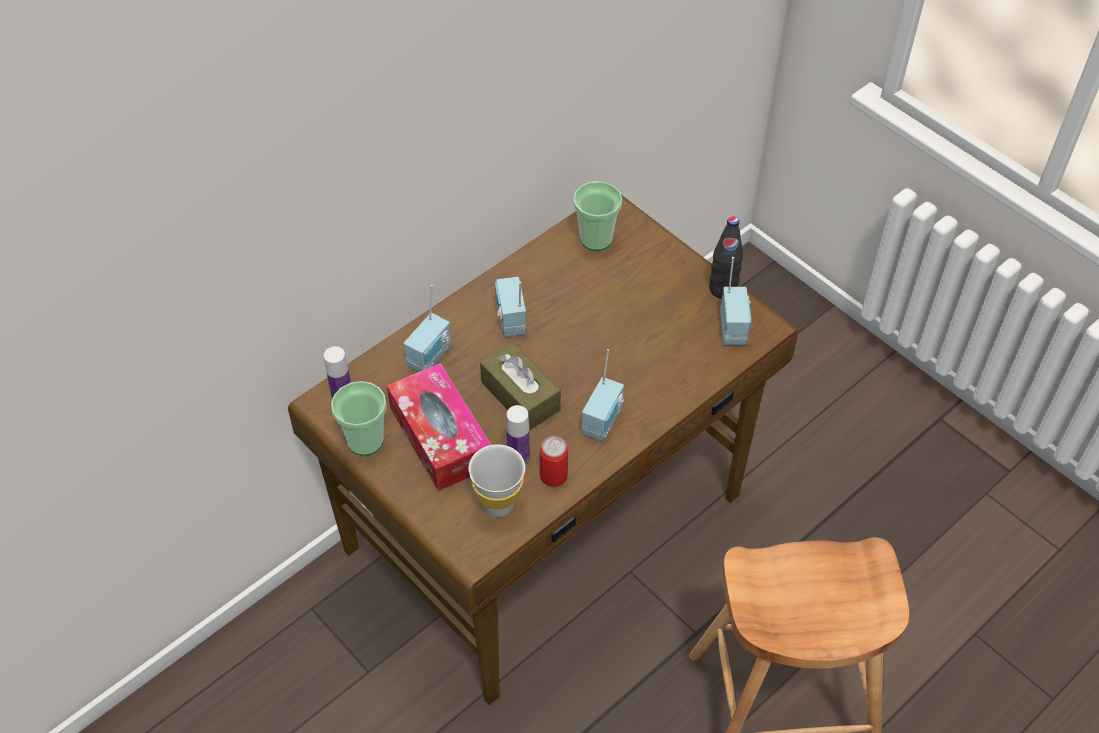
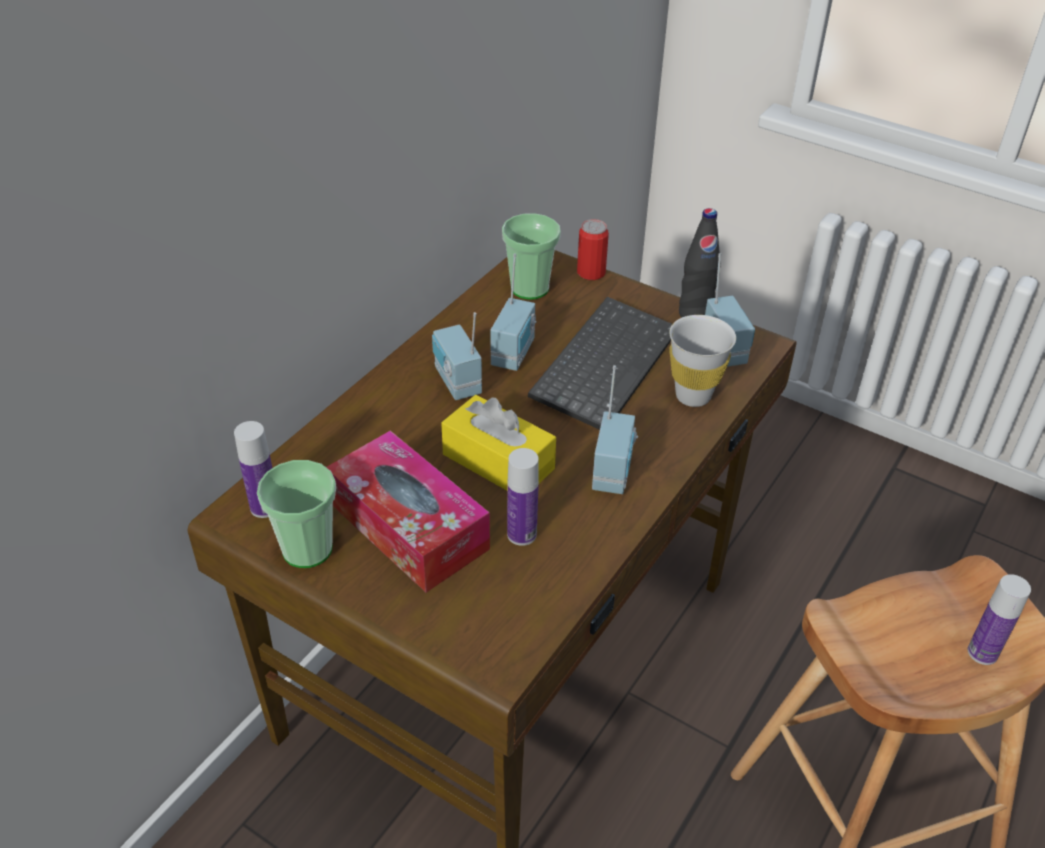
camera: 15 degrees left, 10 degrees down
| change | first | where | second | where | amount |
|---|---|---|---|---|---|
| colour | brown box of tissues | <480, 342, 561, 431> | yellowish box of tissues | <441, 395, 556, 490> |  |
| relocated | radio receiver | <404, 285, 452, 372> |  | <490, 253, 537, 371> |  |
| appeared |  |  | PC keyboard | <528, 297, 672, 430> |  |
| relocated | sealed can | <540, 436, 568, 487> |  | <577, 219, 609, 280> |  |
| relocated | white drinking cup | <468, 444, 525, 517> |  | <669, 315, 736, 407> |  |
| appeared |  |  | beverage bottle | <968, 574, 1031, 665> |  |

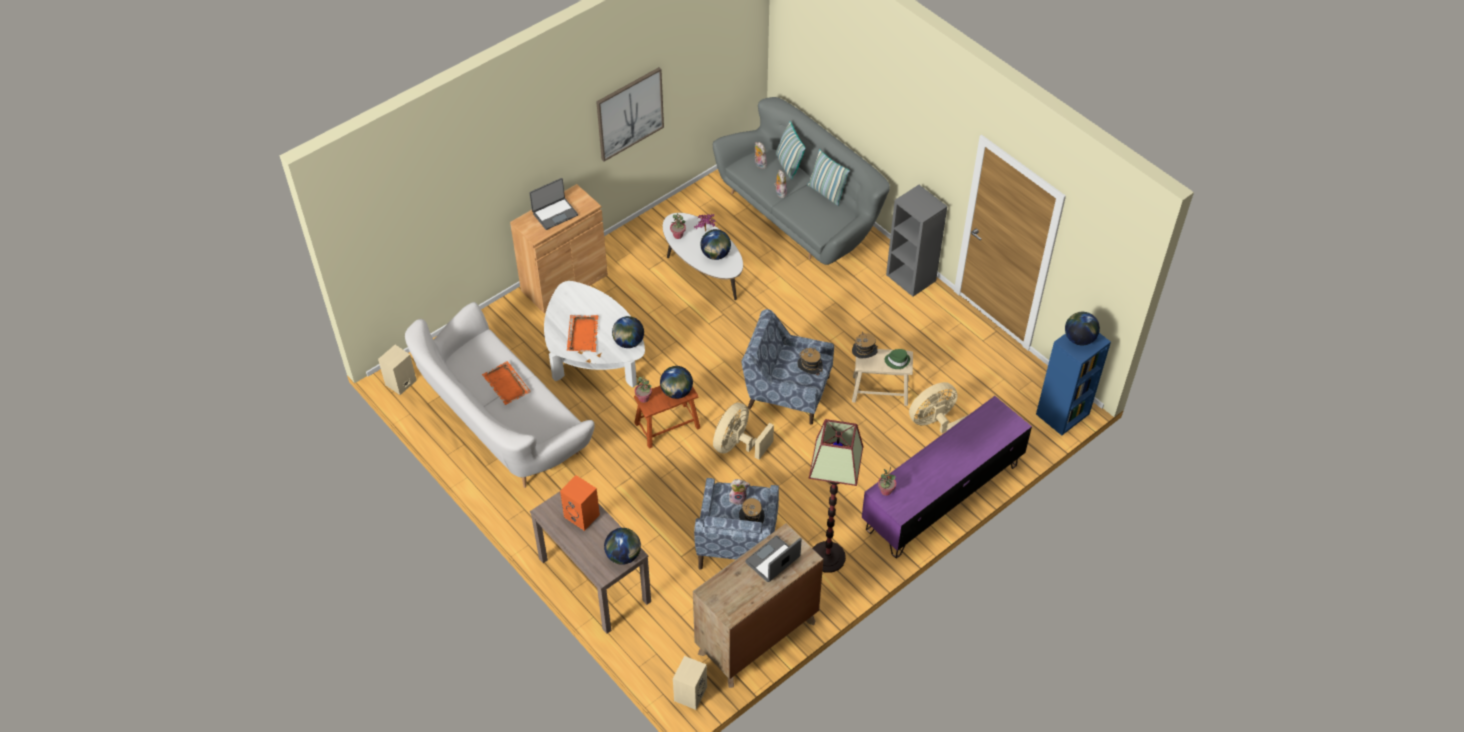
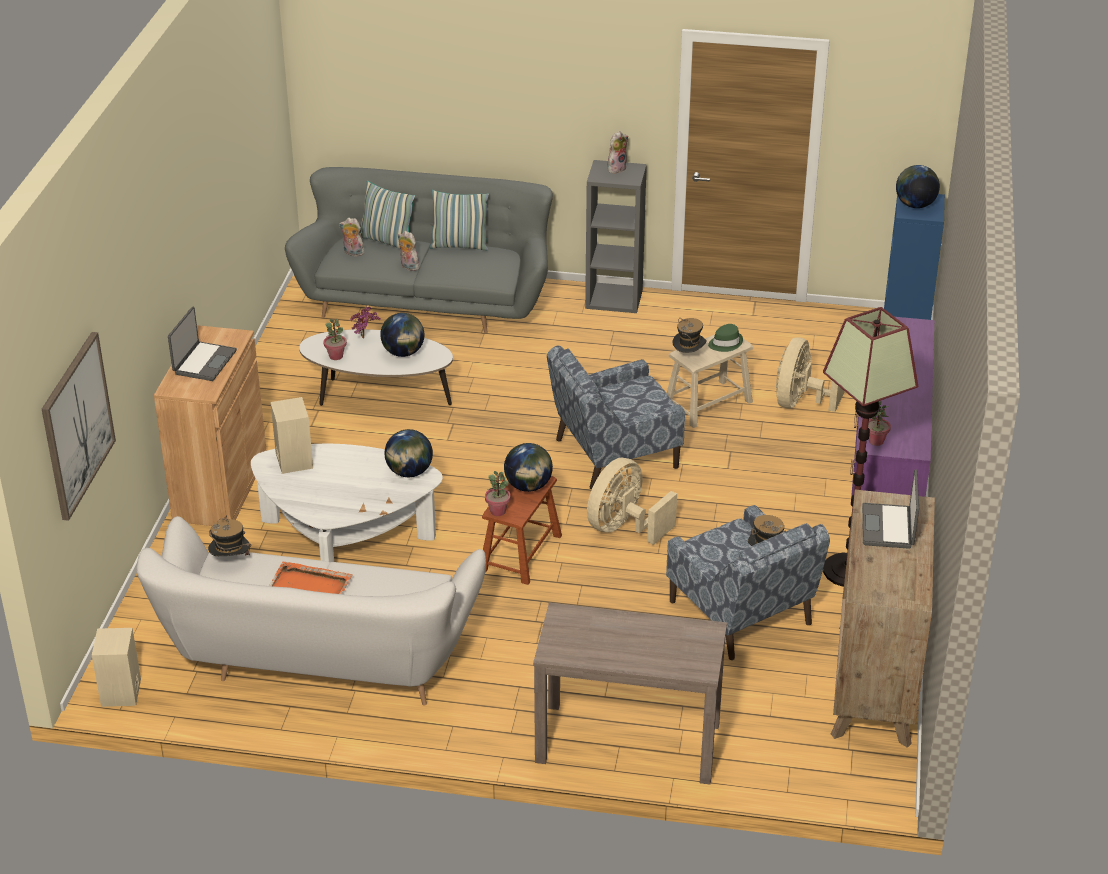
camera: 40 degrees left, 15 degrees down
| change | first | where | second | where | amount |
|---|---|---|---|---|---|
| relocated | wall art | <596, 67, 664, 161> |  | <42, 332, 116, 521> |  |
| relocated | wearable hat | <797, 347, 823, 376> |  | <208, 515, 251, 556> |  |
| relocated | sand-coloured loudspeaker | <673, 656, 707, 710> |  | <270, 397, 313, 474> |  |
| spun | sand-coloured cooling fan | <713, 403, 774, 460> |  | <587, 457, 677, 545> | 45 degrees clockwise |
| relocated | soft toy | <729, 479, 750, 505> |  | <607, 131, 628, 173> |  |
| missing | orange loudspeaker | <560, 475, 600, 531> |  |  |  |
| missing | orange tray | <567, 315, 599, 352> |  |  |  |
| missing | world globe | <604, 528, 641, 565> |  |  |  |

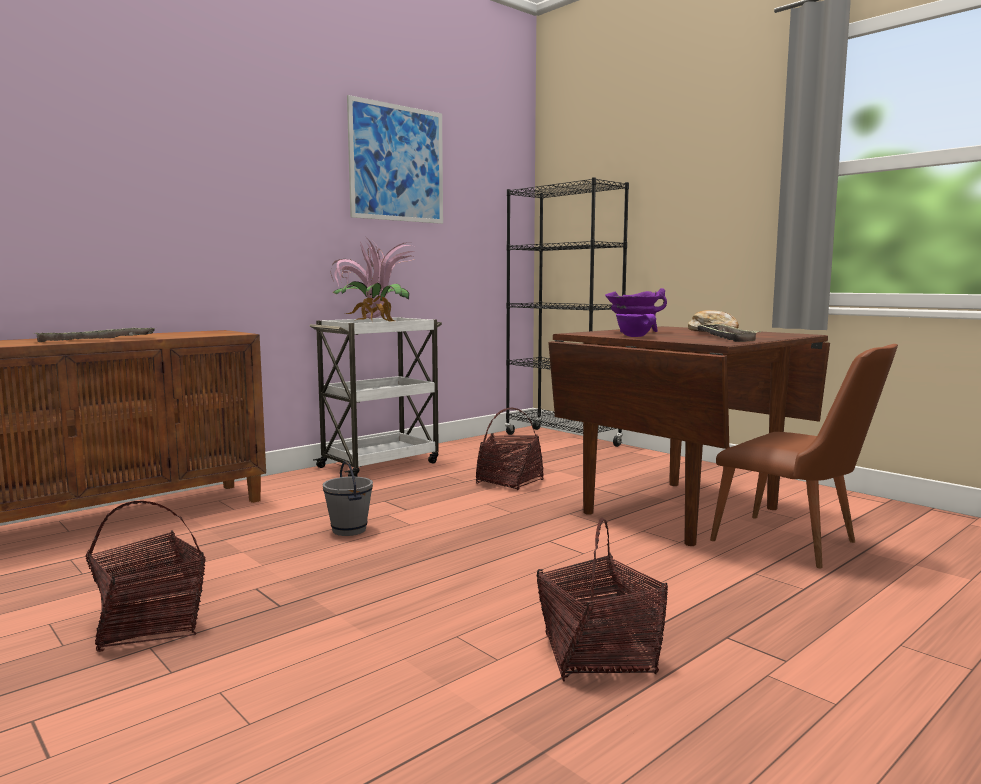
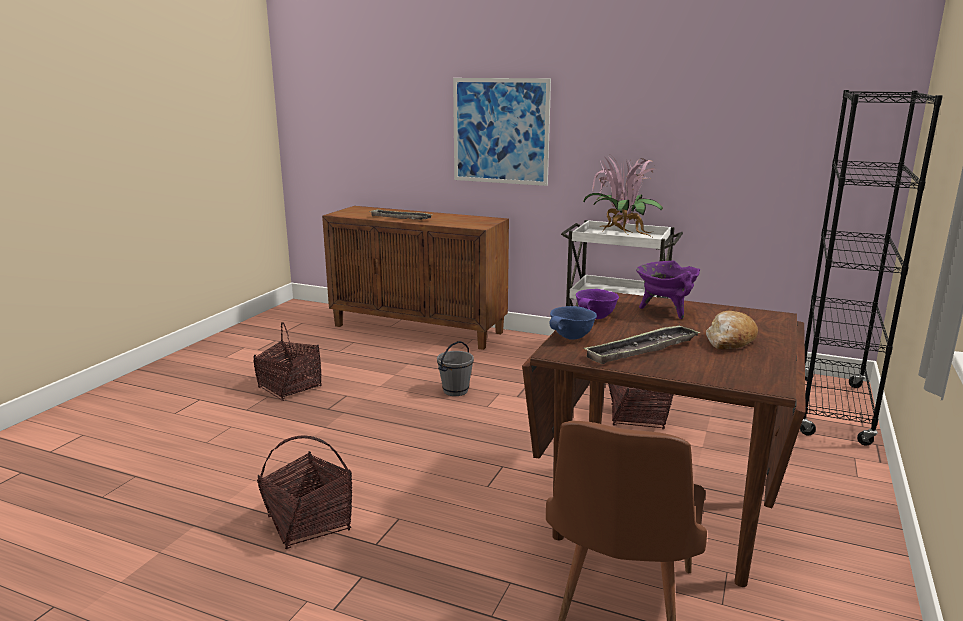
camera: 65 degrees right, 10 degrees up
| change | first | where | second | where | amount |
|---|---|---|---|---|---|
| relocated | wall art | <347, 95, 443, 224> |  | <453, 78, 551, 186> |  |
| appeared |  |  | blue deep dish | <549, 306, 597, 340> |  |

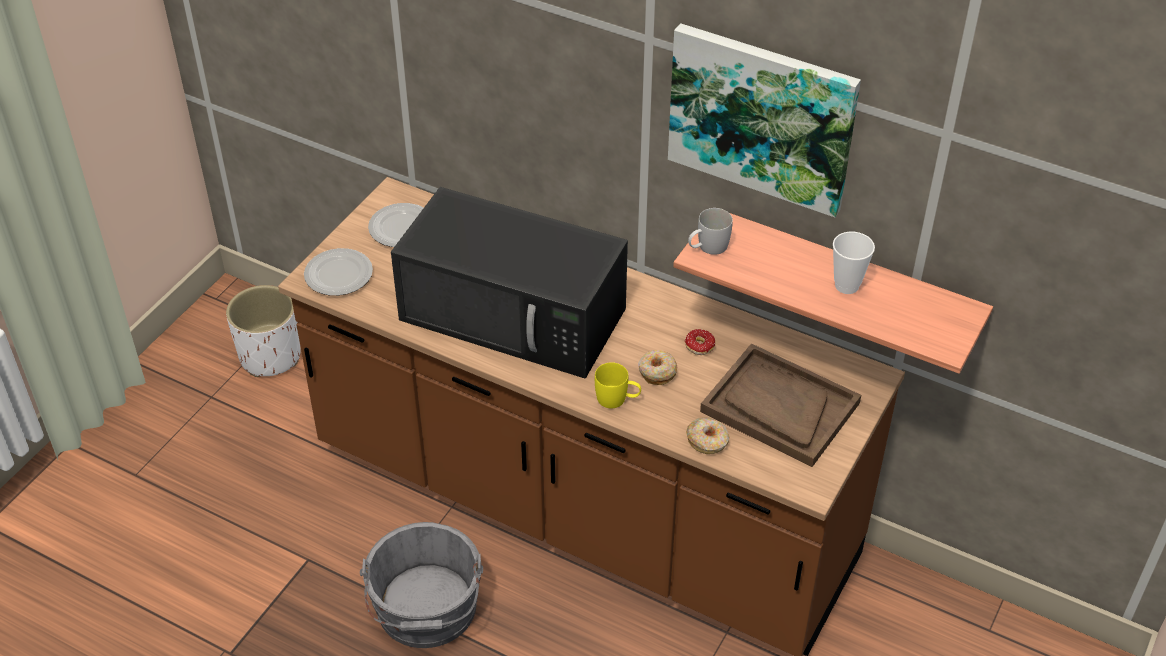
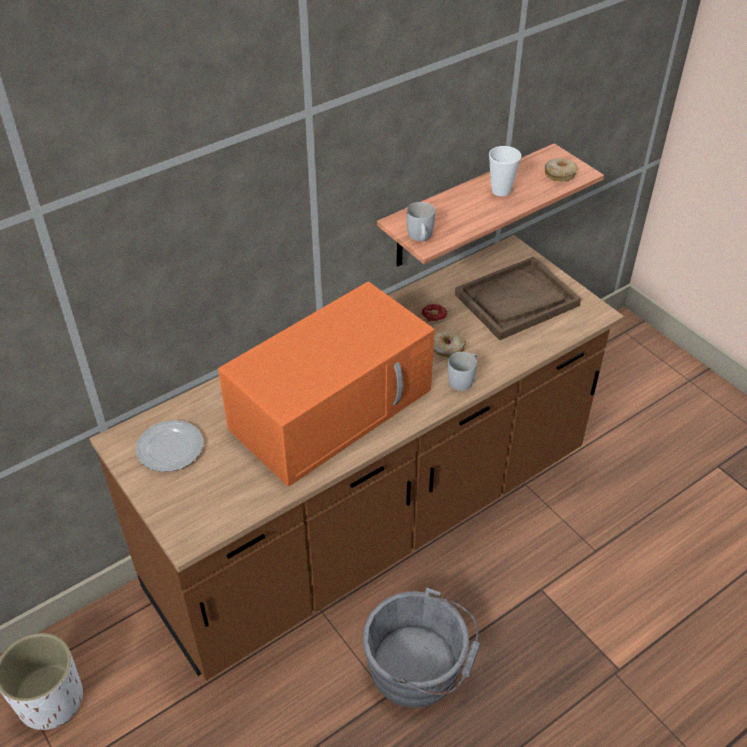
camera: 65 degrees left, 0 degrees up
| change | first | where | second | where | amount |
|---|---|---|---|---|---|
| colour | black microwave oven | <391, 187, 628, 378> | orange microwave oven | <218, 281, 435, 487> |  |
| colour | yellowish mug | <595, 362, 641, 408> | white mug | <448, 352, 477, 391> |  |
| relocated | ring doughnut | <686, 418, 729, 454> |  | <545, 158, 577, 181> |  |
| missing | flat dish | <304, 248, 373, 296> |  |  |  |
| missing | wall art | <668, 23, 861, 217> |  |  |  |

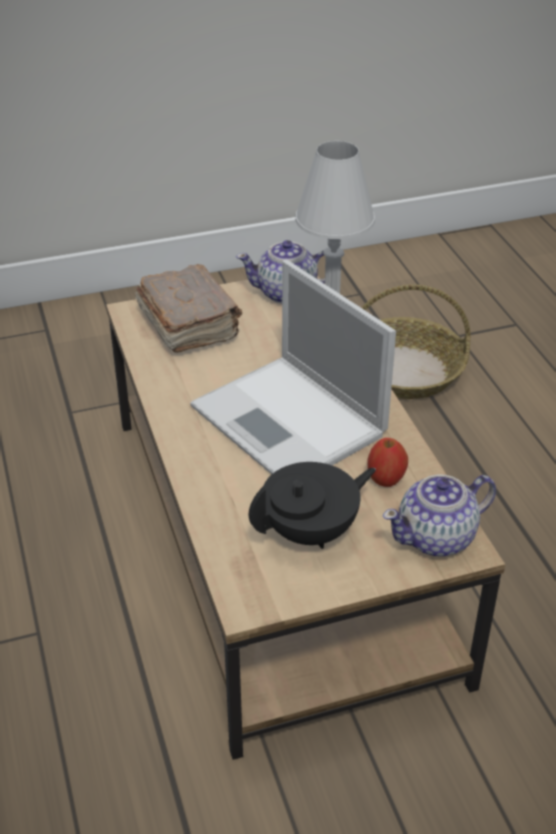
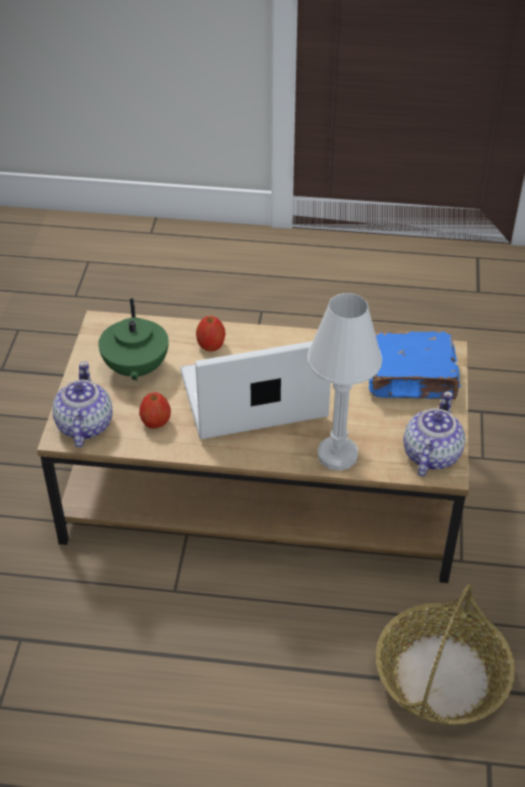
camera: 115 degrees right, 5 degrees up
| change | first | where | second | where | amount |
|---|---|---|---|---|---|
| colour | black pot for tea | <249, 462, 376, 549> | green-coloured pot for tea | <98, 298, 169, 381> |  |
| appeared |  |  | whole apple | <196, 316, 225, 352> |  |
| colour | brown bound book | <135, 264, 242, 353> | blue bound book | <369, 331, 461, 400> |  |

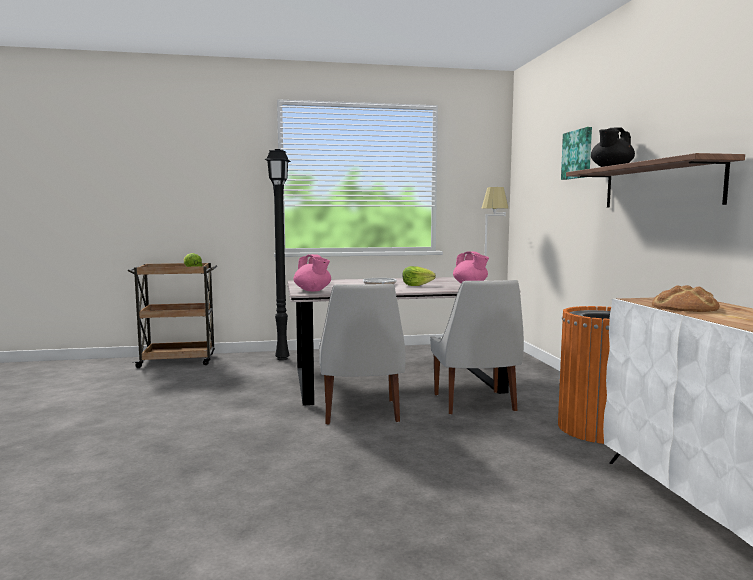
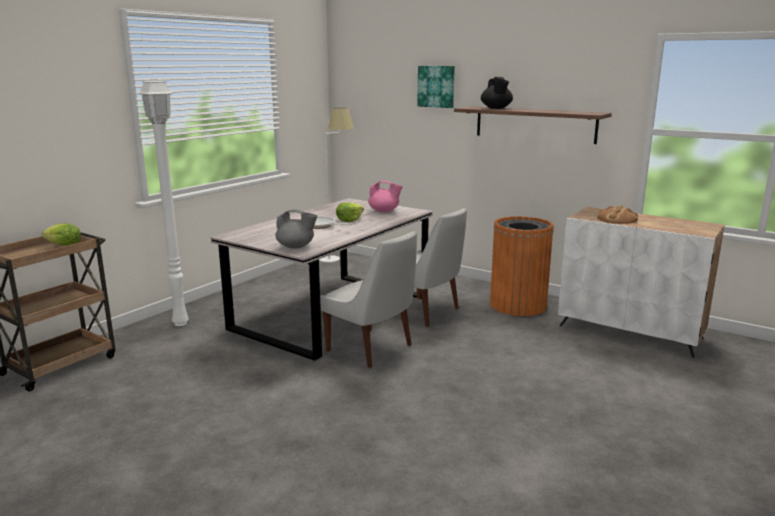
camera: 45 degrees left, 10 degrees up
| change | first | where | second | where | amount |
|---|---|---|---|---|---|
| colour | black standing lamp | <264, 149, 291, 360> | white standing lamp | <138, 79, 189, 326> |  |
| colour | pinkish pot for tea | <293, 254, 331, 291> | gray pot for tea | <275, 209, 317, 249> |  |

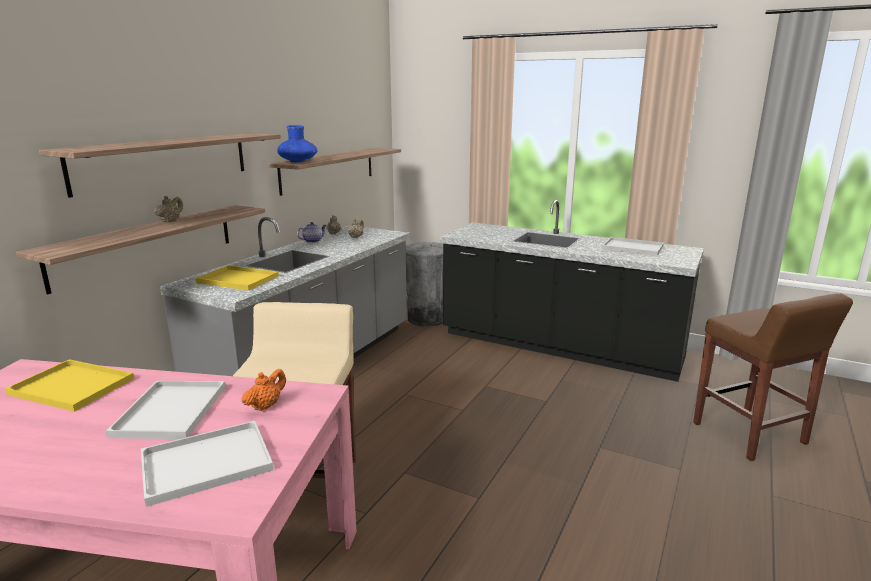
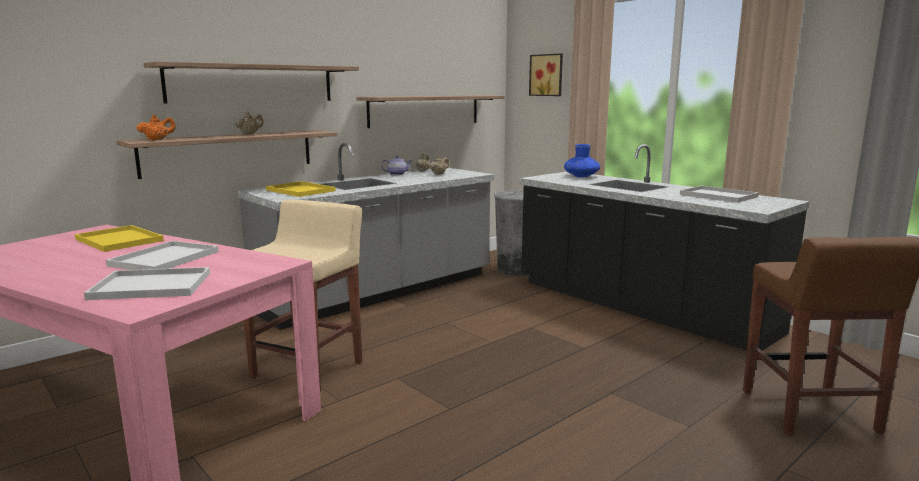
camera: 20 degrees right, 5 degrees down
| change | first | where | second | where | amount |
|---|---|---|---|---|---|
| relocated | orange pot for tea | <242, 369, 286, 411> |  | <137, 115, 176, 140> |  |
| appeared |  |  | wall art | <529, 53, 563, 96> |  |
| relocated | blue decorative vase | <277, 125, 318, 162> |  | <564, 144, 600, 177> |  |

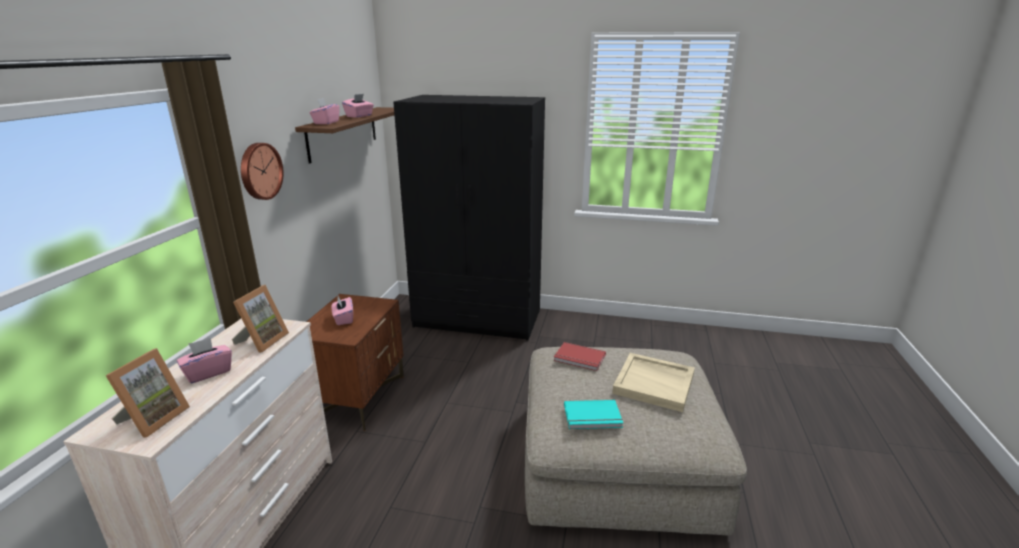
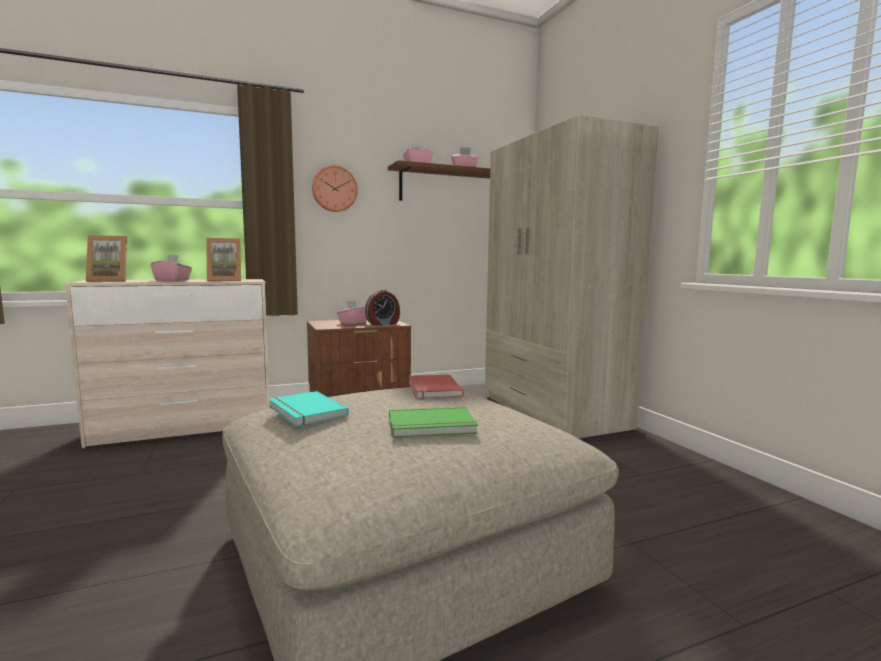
camera: 55 degrees right, 15 degrees down
| change | first | where | second | where | amount |
|---|---|---|---|---|---|
| appeared |  |  | table clock | <365, 290, 400, 326> |  |
| exchanged | sand-coloured tray | <612, 353, 695, 412> | green-coloured bound book | <389, 407, 478, 438> |  |
| colour | black clothes cupboard | <393, 95, 545, 340> | sand-coloured clothes cupboard | <485, 115, 658, 438> |  |

